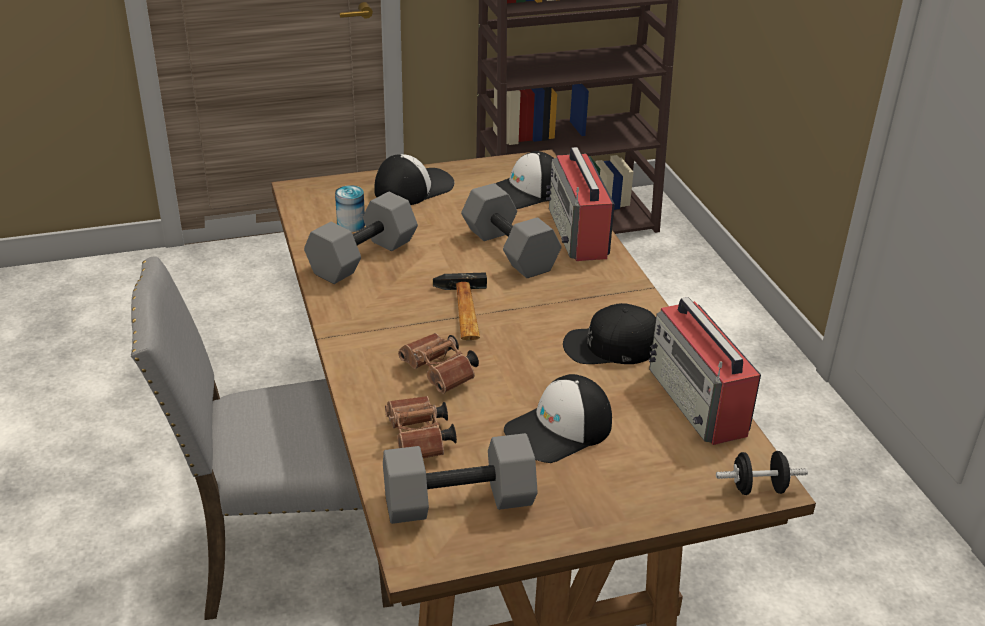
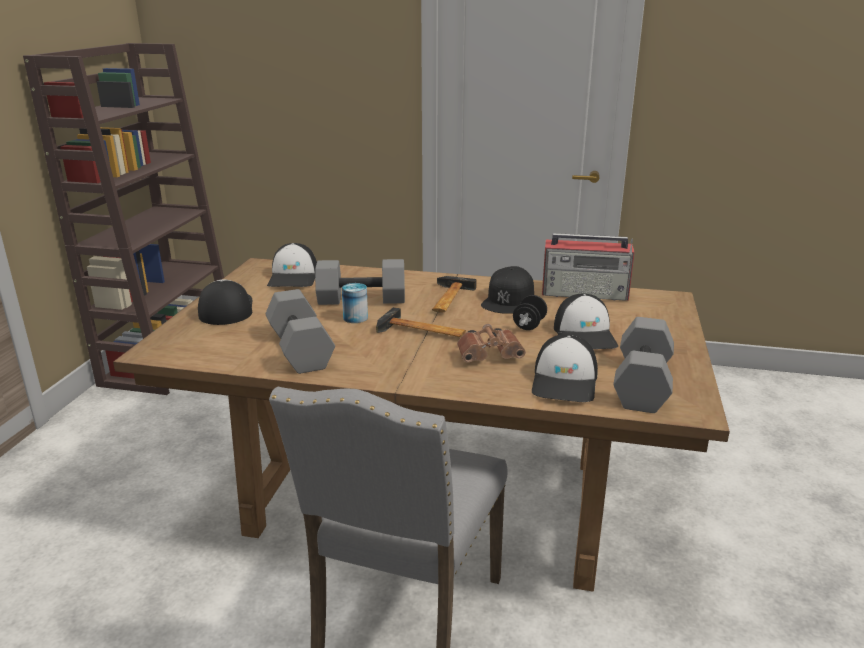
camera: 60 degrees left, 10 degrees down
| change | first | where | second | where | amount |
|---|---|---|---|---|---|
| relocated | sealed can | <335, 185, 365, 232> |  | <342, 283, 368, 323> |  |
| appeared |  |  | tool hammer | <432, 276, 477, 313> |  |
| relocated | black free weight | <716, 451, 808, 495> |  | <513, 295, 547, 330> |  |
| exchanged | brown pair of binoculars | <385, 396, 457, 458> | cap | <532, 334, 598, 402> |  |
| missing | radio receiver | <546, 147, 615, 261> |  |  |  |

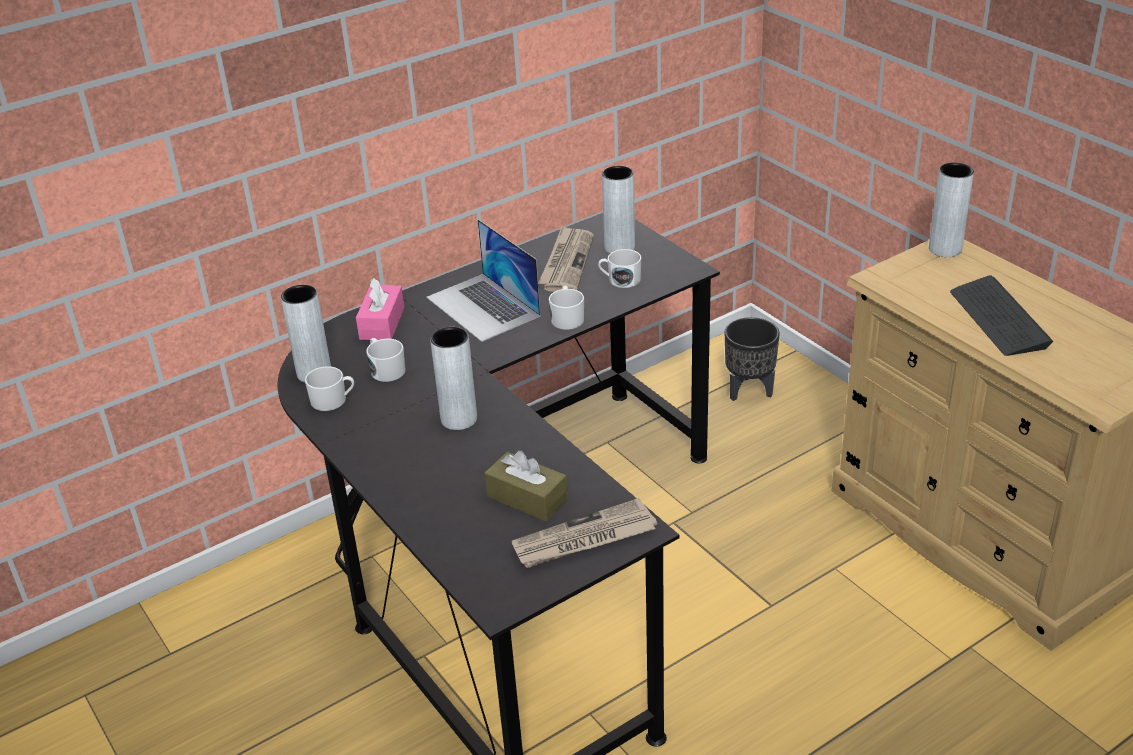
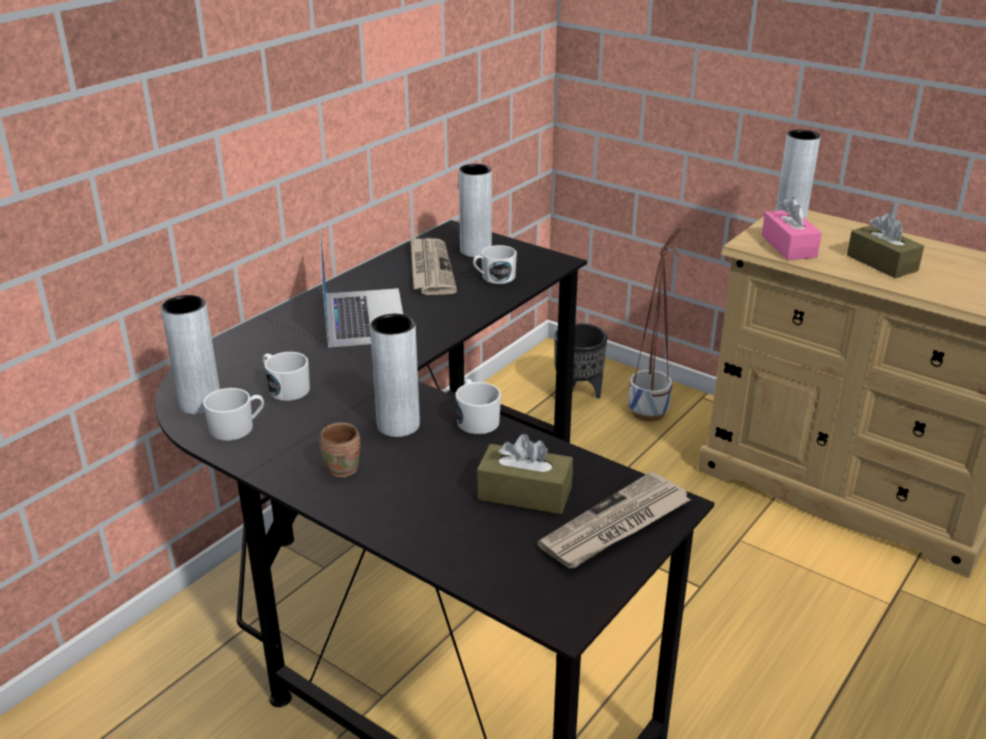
camera: 20 degrees left, 5 degrees down
| change | first | where | second | where | amount |
|---|---|---|---|---|---|
| spun | portable computer | <426, 219, 541, 342> |  | <320, 231, 403, 348> | 135 degrees counterclockwise |
| appeared |  |  | brown mug | <320, 422, 361, 478> |  |
| relocated | white mug | <549, 286, 584, 330> |  | <455, 379, 501, 434> |  |
| appeared |  |  | flower pot | <628, 228, 681, 422> |  |
| relocated | pinkish box of tissues | <356, 278, 404, 340> |  | <761, 197, 822, 260> |  |
| exchanged | PC keyboard | <950, 275, 1054, 356> | brown box of tissues | <847, 213, 924, 278> |  |

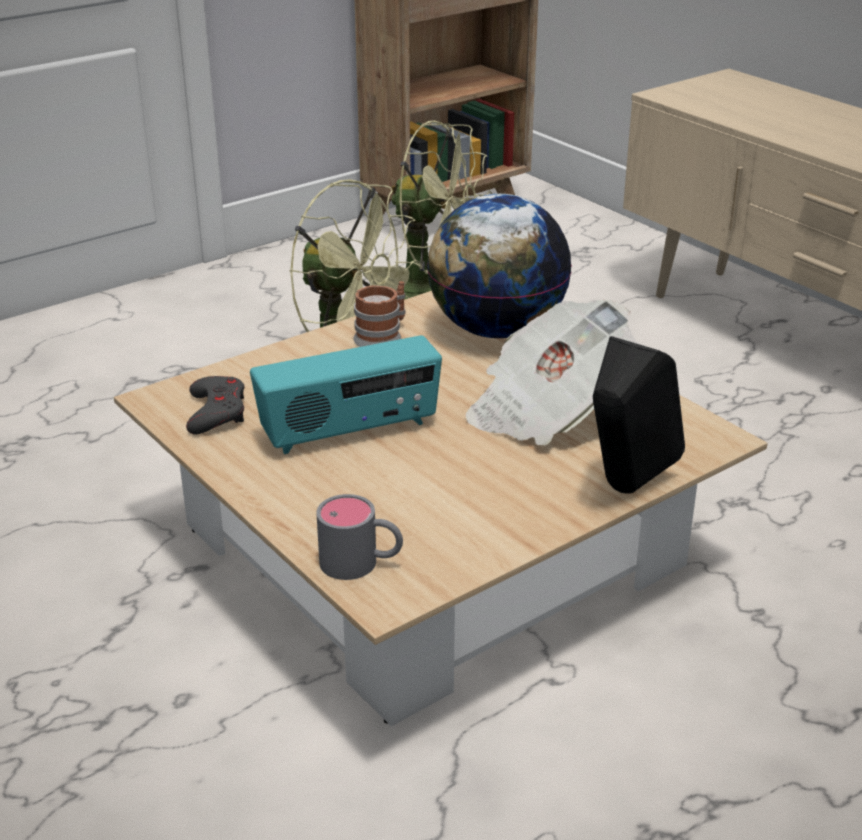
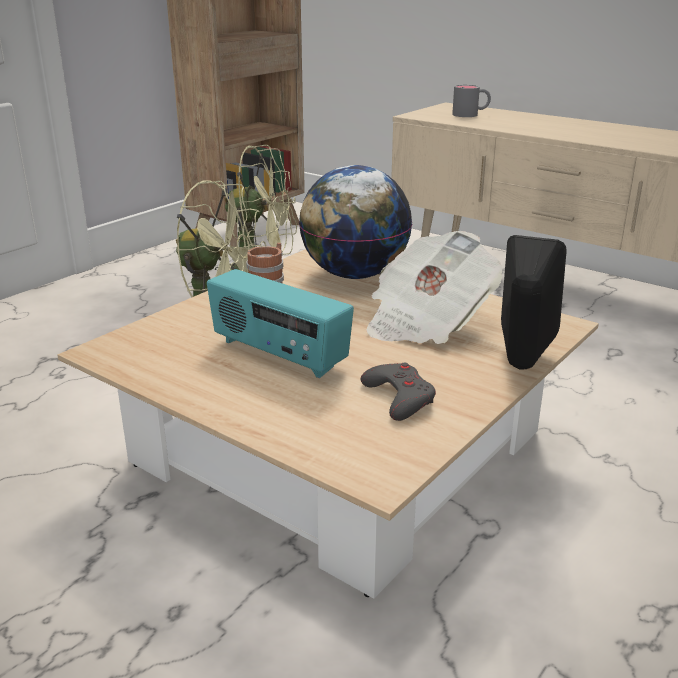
camera: 15 degrees left, 5 degrees down
| change | first | where | second | where | amount |
|---|---|---|---|---|---|
| spun | radio receiver | <250, 335, 442, 454> |  | <207, 269, 354, 378> | 75 degrees clockwise |
| relocated | gray game controller | <186, 376, 245, 435> |  | <361, 362, 436, 421> |  |
| relocated | gray mug | <316, 494, 403, 580> |  | <452, 85, 491, 117> |  |

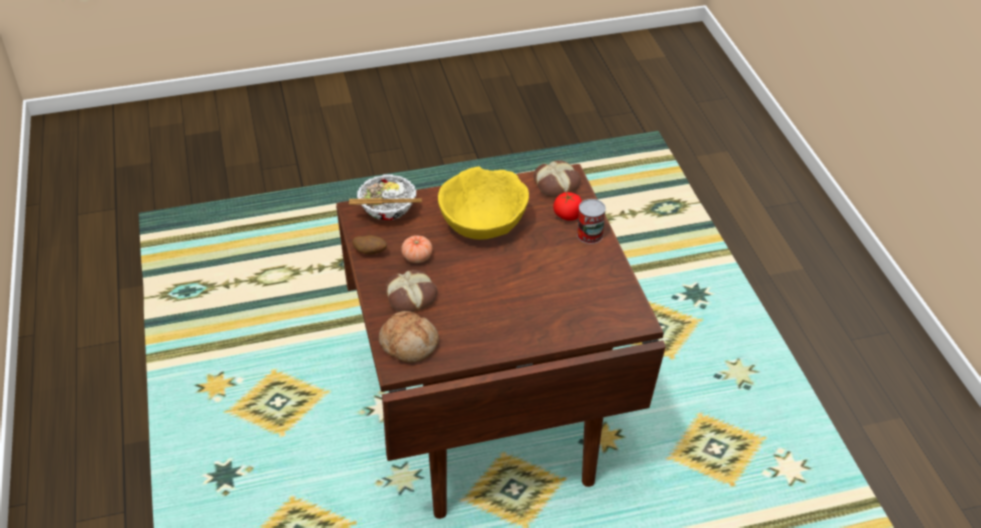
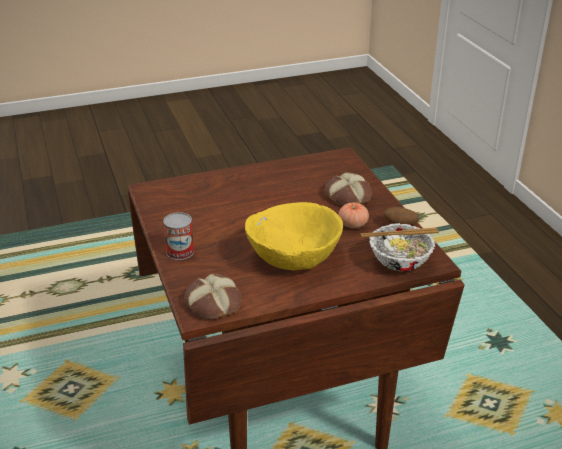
camera: 175 degrees right, 10 degrees down
| change | first | where | second | where | amount |
|---|---|---|---|---|---|
| missing | baked bread | <379, 311, 439, 363> |  |  |  |
| missing | fresh tomato | <553, 192, 582, 221> |  |  |  |

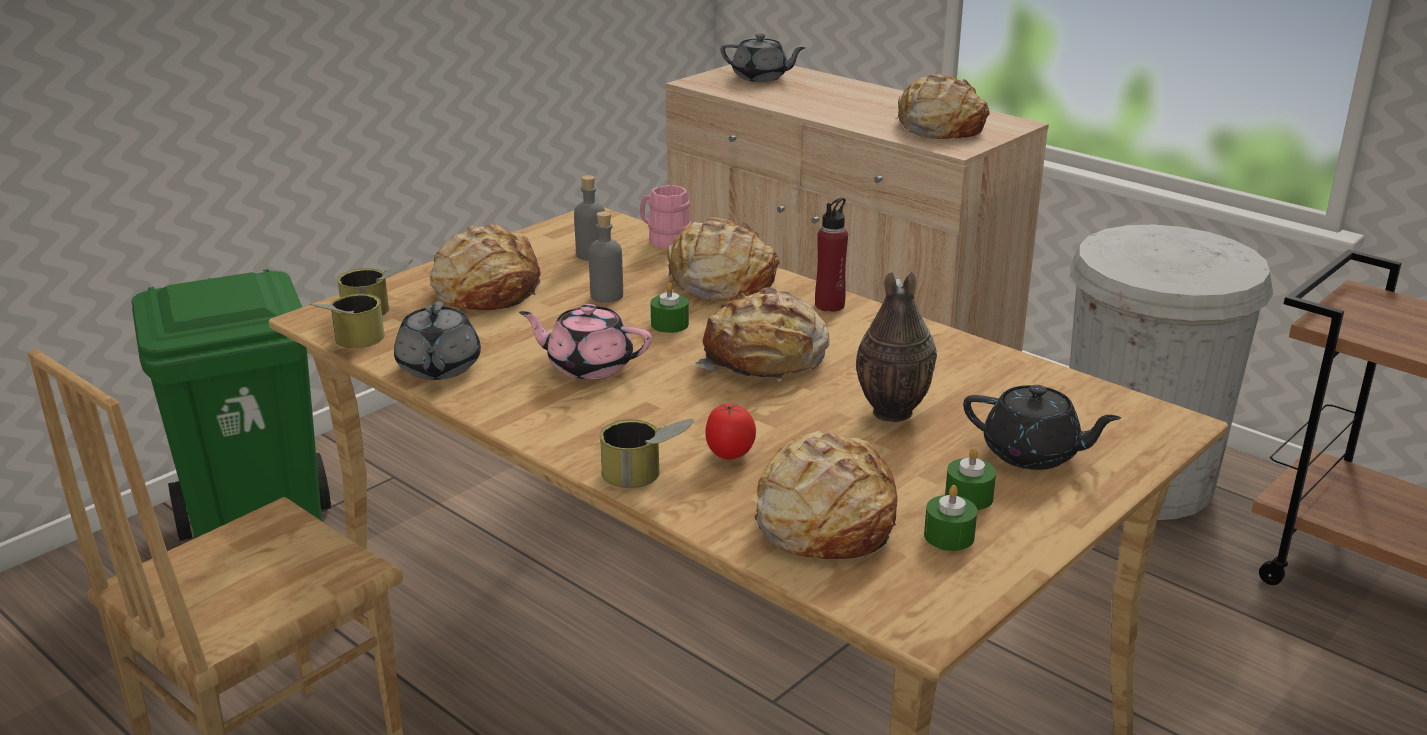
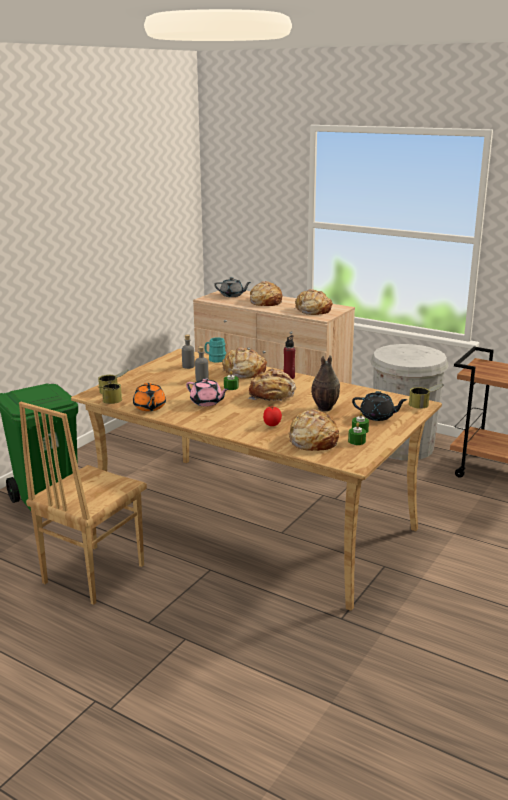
camera: 10 degrees left, 5 degrees down
| change | first | where | second | where | amount |
|---|---|---|---|---|---|
| colour | gray pot for tea | <394, 302, 481, 380> | orange pot for tea | <133, 383, 166, 411> |  |
| spun | pinkish pot for tea | <519, 304, 652, 379> |  | <186, 378, 229, 406> | 150 degrees counterclockwise |
| colour | pinkish mug | <640, 185, 691, 249> | turquoise mug | <204, 337, 226, 363> |  |
| relocated | baked bread | <430, 225, 540, 310> |  | <250, 281, 283, 306> |  |
| relocated | sealed can | <600, 419, 694, 488> |  | <409, 384, 444, 409> |  |

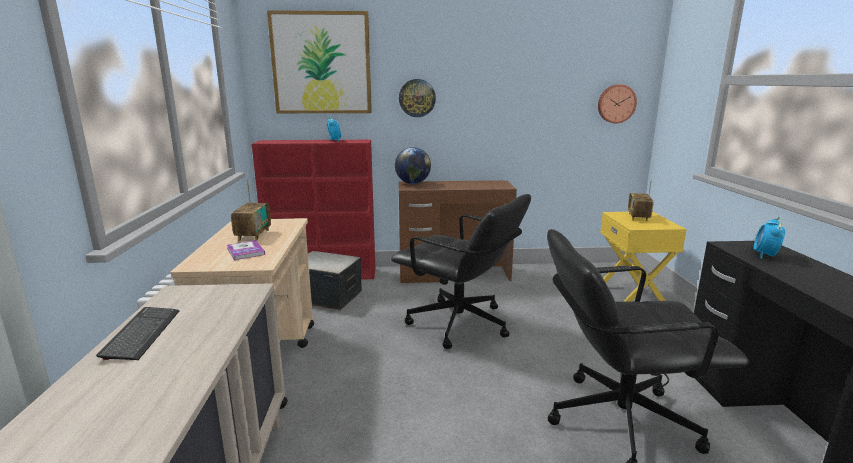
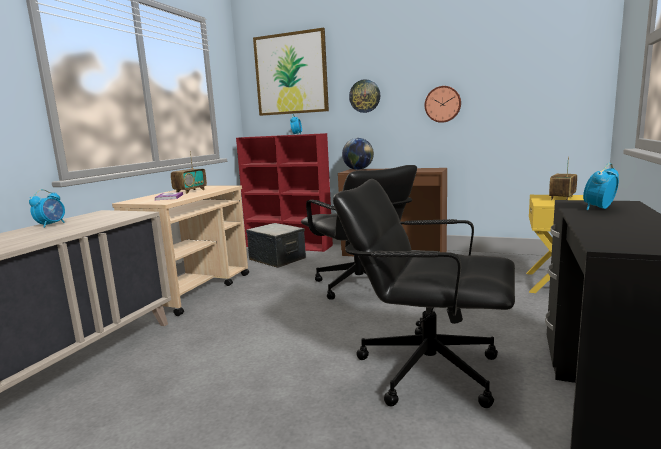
camera: 25 degrees right, 5 degrees down
| change | first | where | second | where | amount |
|---|---|---|---|---|---|
| exchanged | PC keyboard | <96, 307, 180, 360> | table clock | <29, 189, 65, 228> |  |
| relocated | hanging clock | <598, 84, 637, 123> |  | <425, 86, 461, 123> |  |

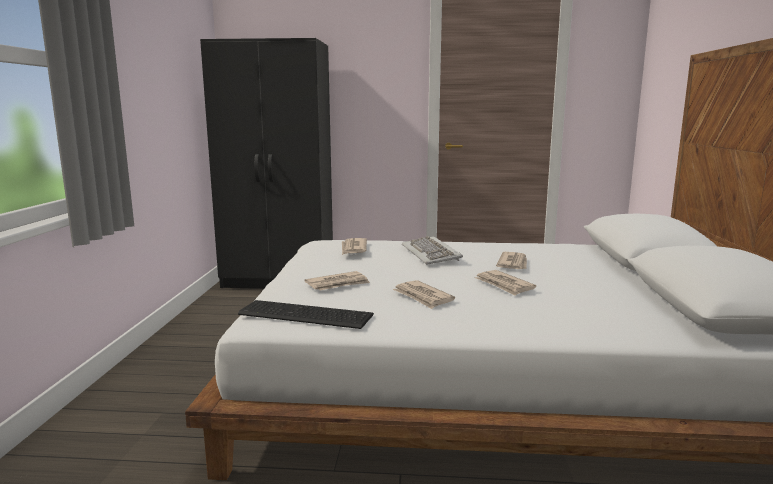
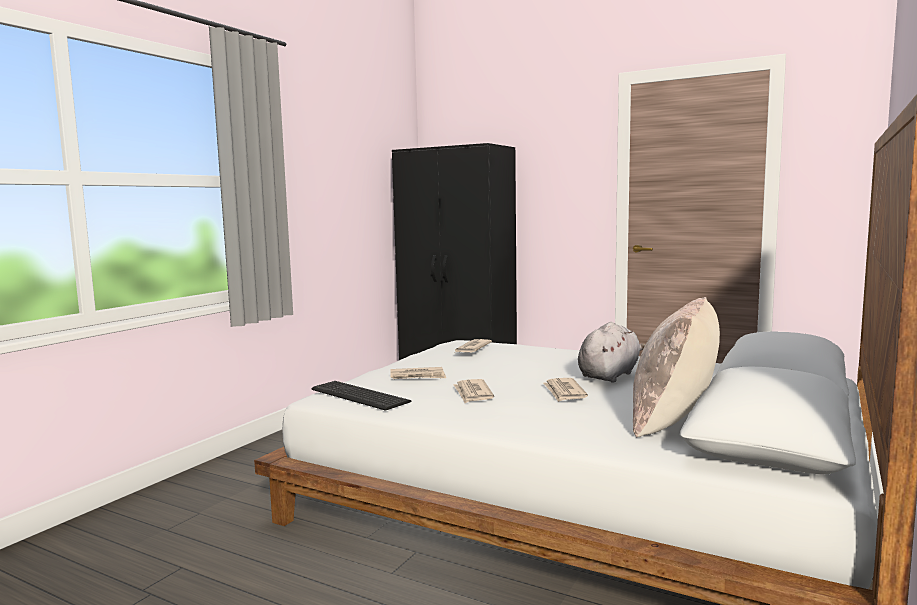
camera: 25 degrees right, 5 degrees down
| change | first | where | second | where | amount |
|---|---|---|---|---|---|
| exchanged | newspaper | <496, 252, 527, 269> | gray soft toy | <578, 322, 646, 383> |  |
| appeared |  |  | sand-coloured cushion | <633, 297, 720, 437> |  |
| missing | PC keyboard | <402, 236, 463, 264> |  |  |  |

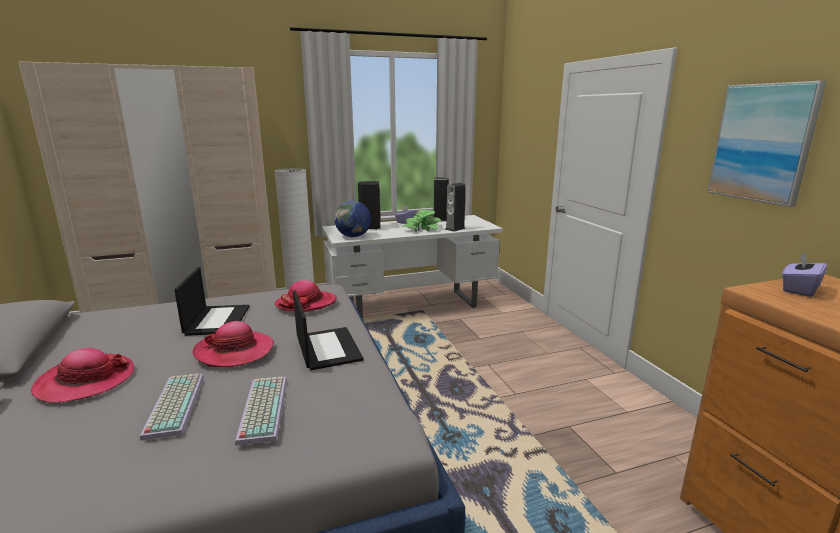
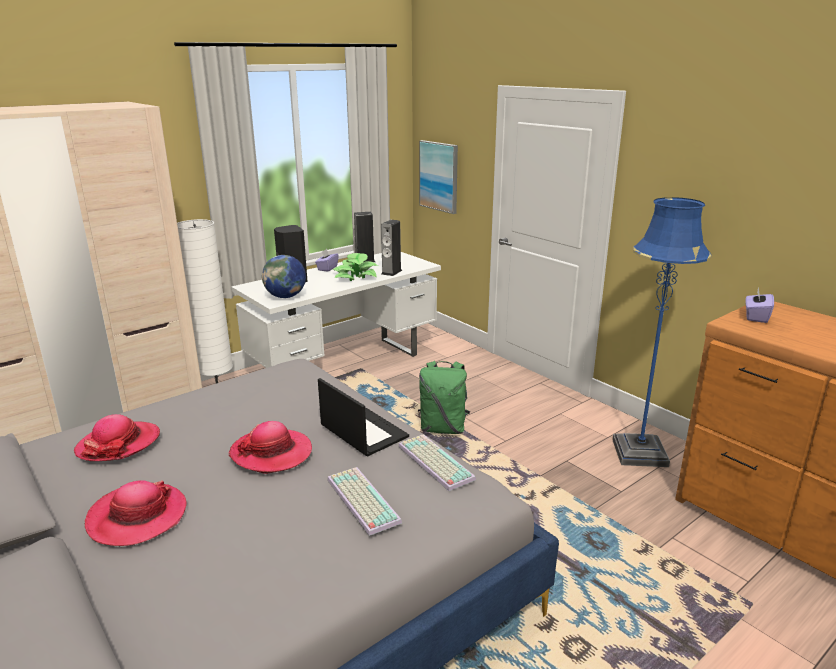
camera: 20 degrees left, 5 degrees up
| change | first | where | second | where | amount |
|---|---|---|---|---|---|
| relocated | wearable hat | <274, 280, 337, 312> |  | <74, 414, 160, 461> |  |
| relocated | PC keyboard | <140, 373, 204, 441> |  | <398, 434, 476, 491> |  |
| appeared |  |  | green-coloured rucksack | <418, 361, 470, 434> |  |
| relocated | wall art | <707, 81, 827, 207> |  | <419, 140, 458, 214> |  |
| appeared |  |  | blue standing lamp | <612, 197, 712, 467> |  |
| missing | portable computer | <174, 267, 250, 336> |  |  |  |

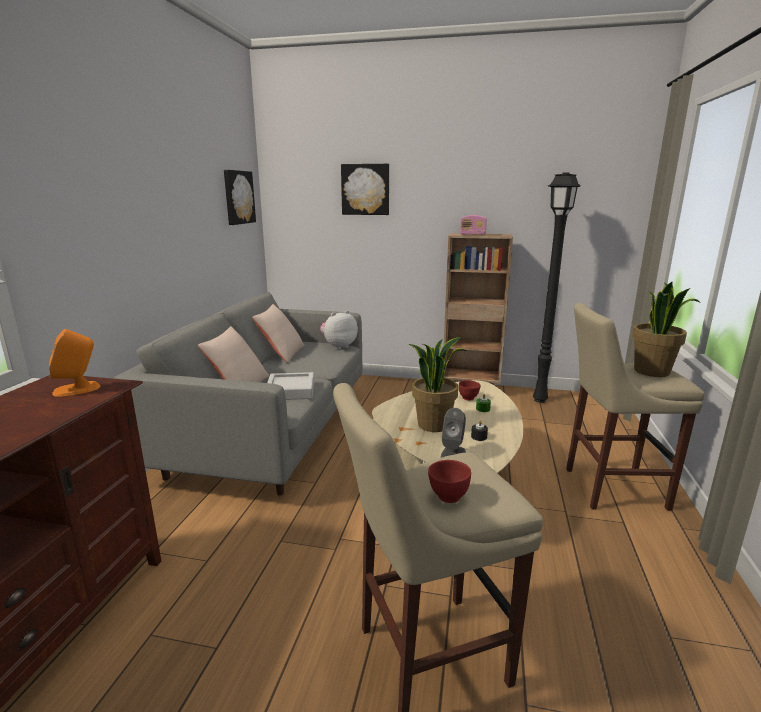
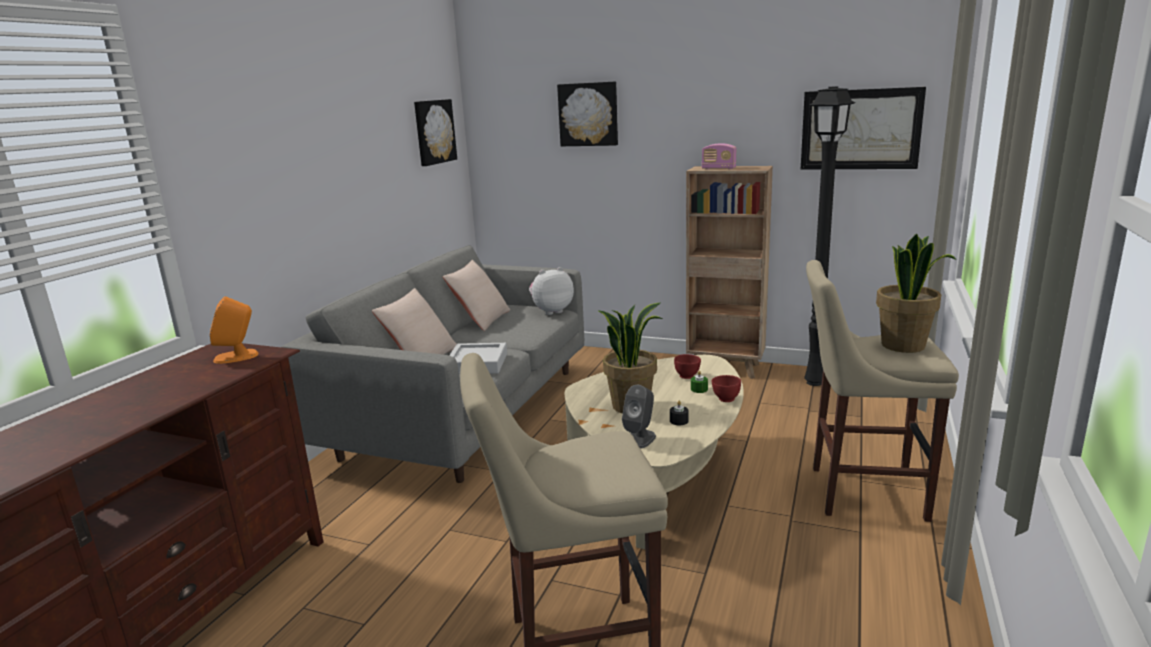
camera: 10 degrees right, 0 degrees up
| change | first | where | second | where | amount |
|---|---|---|---|---|---|
| relocated | reddish deep dish | <428, 460, 471, 503> |  | <712, 375, 741, 402> |  |
| appeared |  |  | wall art | <801, 87, 926, 169> |  |

